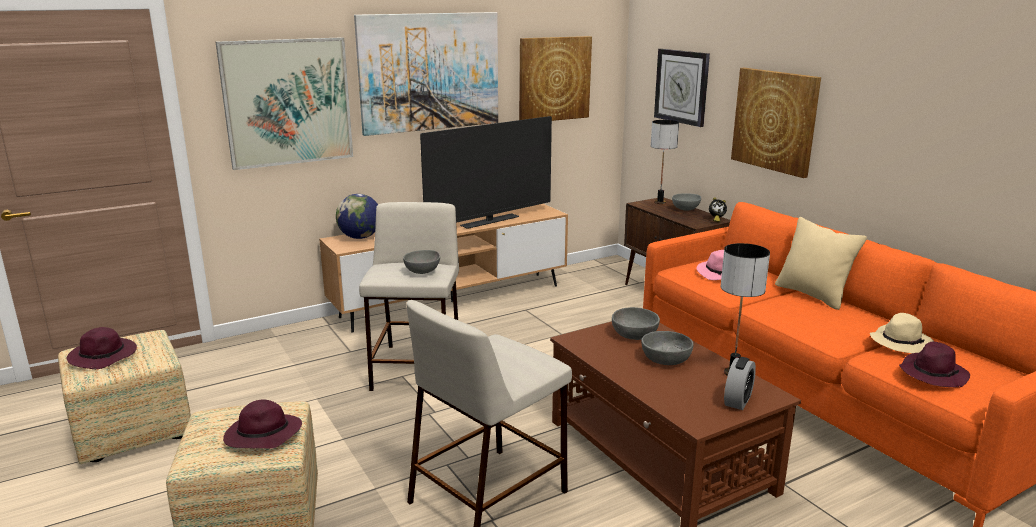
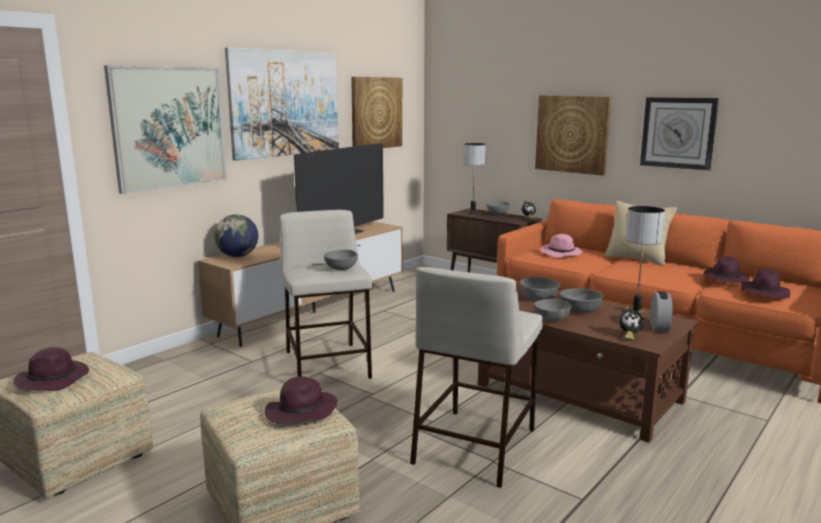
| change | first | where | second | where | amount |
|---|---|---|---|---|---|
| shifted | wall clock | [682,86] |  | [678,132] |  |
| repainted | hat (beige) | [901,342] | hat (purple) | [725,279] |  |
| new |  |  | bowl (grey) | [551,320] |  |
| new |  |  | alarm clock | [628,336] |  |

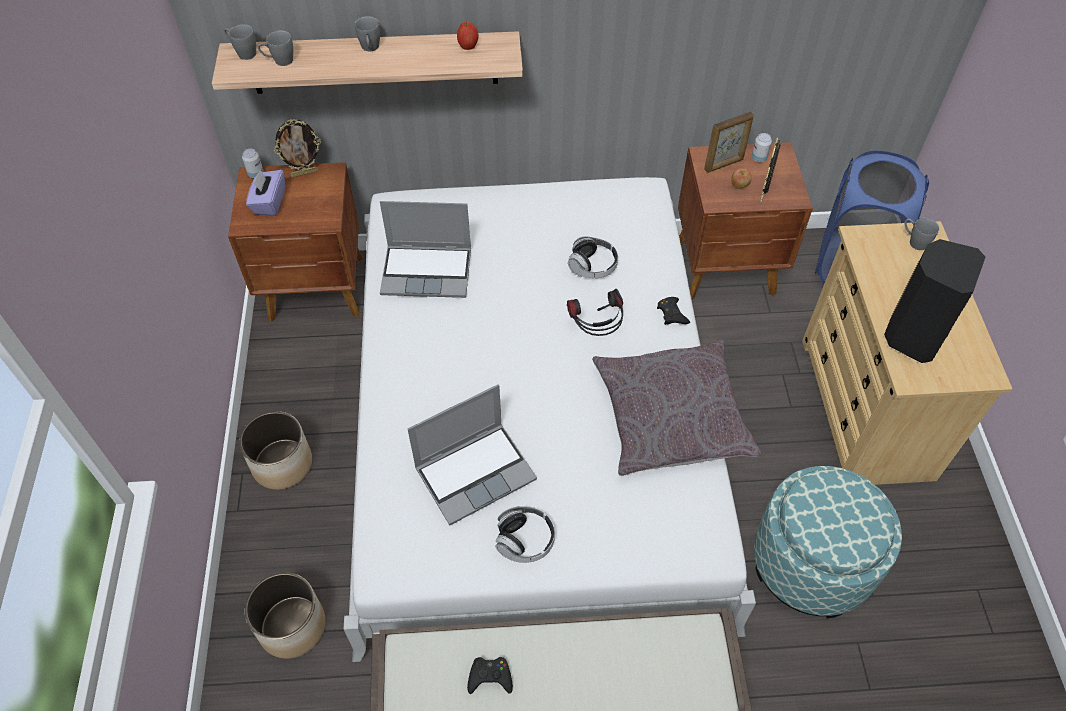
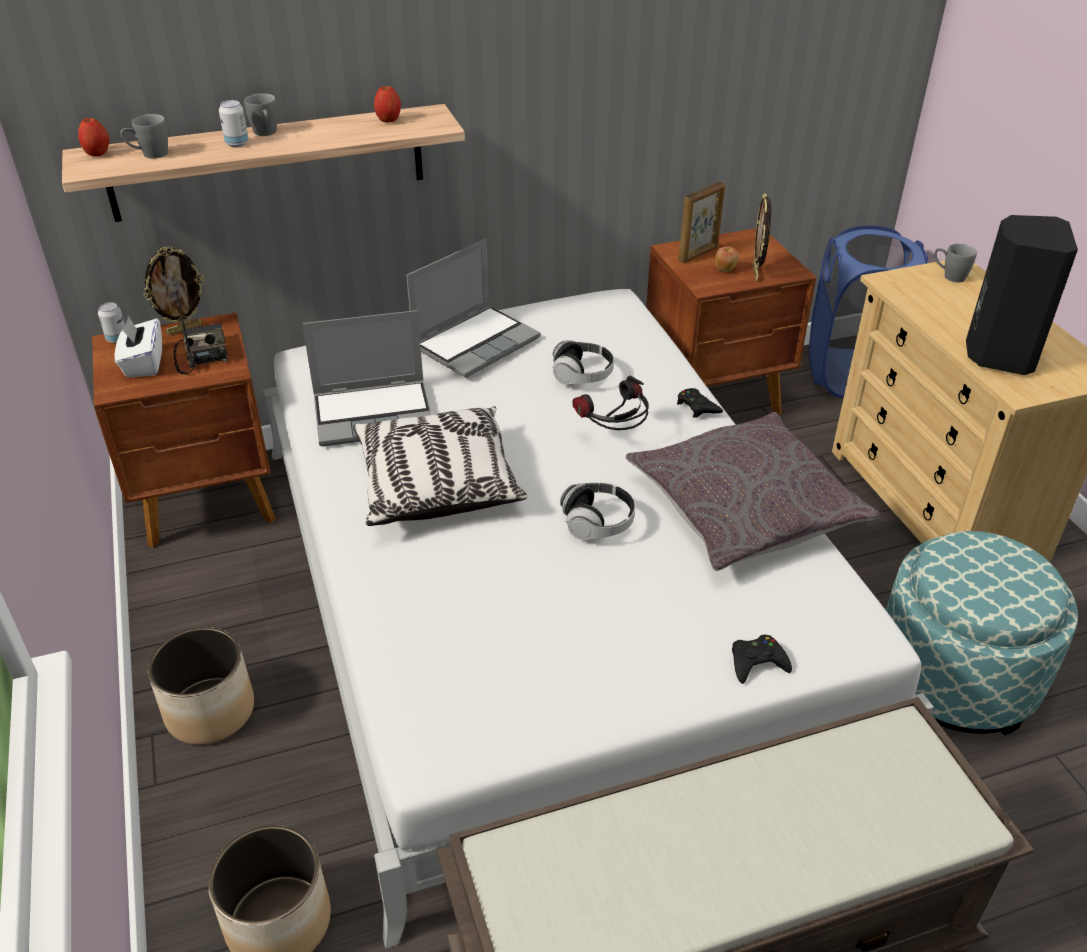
| change | first | where | second | where | amount |
|---|---|---|---|---|---|
| swapped | mug (grey) | [243,52] | apple | [97,153] |  |
| shifted | can | [759,158] |  | [237,143] |  |
| repainted | tissue box (purple) | [269,202] | tissue box (white) | [143,363] |  |
| shifted | laptop | [476,472] |  | [476,342] |  |
| shifted | headphones | [525,540] |  | [597,523] |  |
| shifted | game controller (black) | [490,677] |  | [757,663] |  |
| new |  |  | radio | [202,355] |  |
| new |  |  | pillow | [437,484] |  |

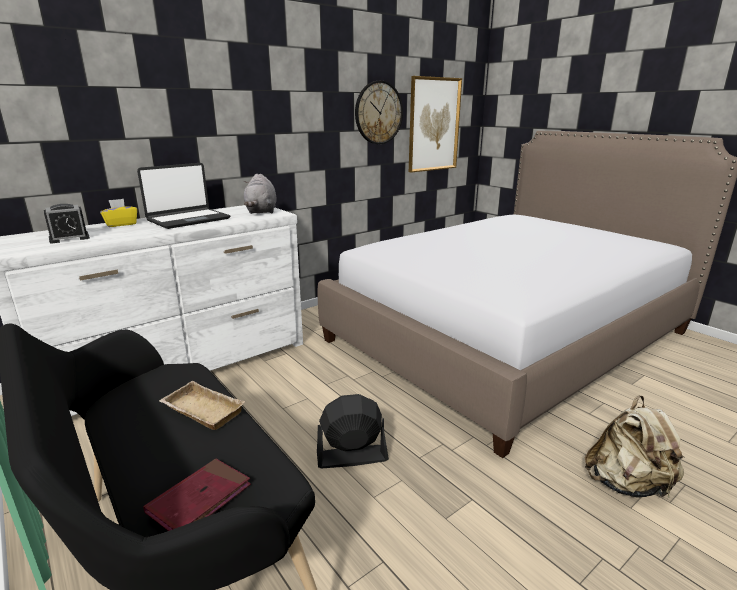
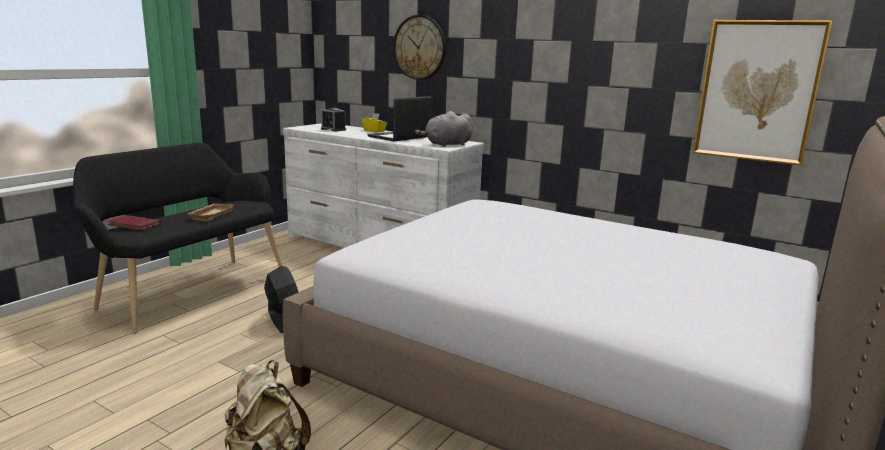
| change | first | where | second | where | amount |
|---|---|---|---|---|---|
| shifted | wall clock | [378,113] |  | [419,47] |  |
| rotated | laptop | [188,219] |  | [400,137] | 105 degrees clockwise |

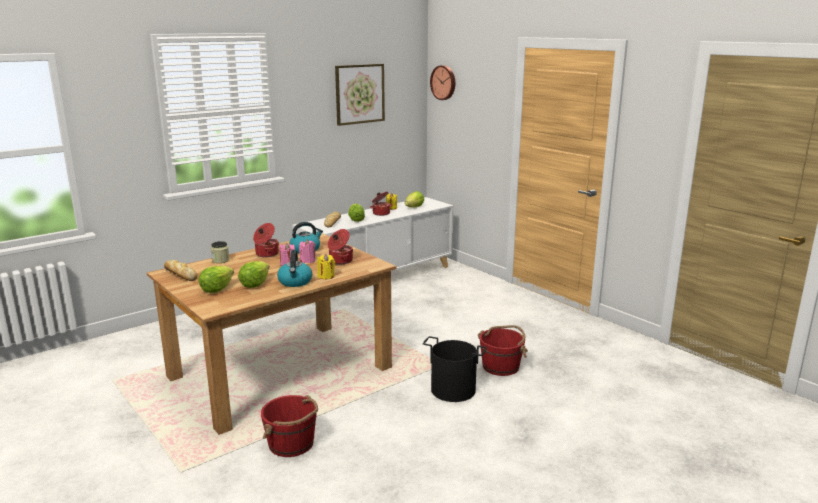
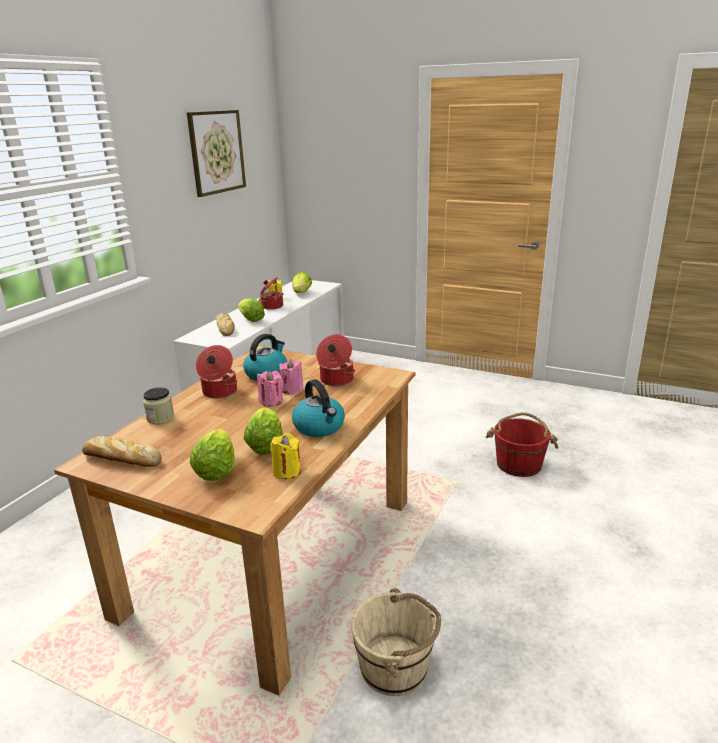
| change | first | where | second | where | amount |
|---|---|---|---|---|---|
| gone | wall clock | [444,82] |  |  |  |
| shifted | candle (yellow) | [326,276] |  | [286,471] |  |
| gone | bucket (black) | [453,390] |  |  |  |
| repainted | bucket (red) | [292,444] | bucket (beige) | [395,667] |  |

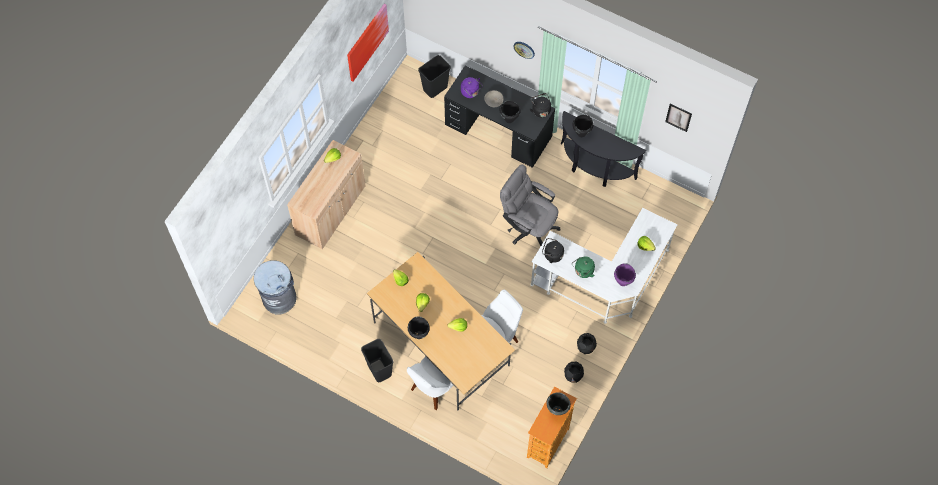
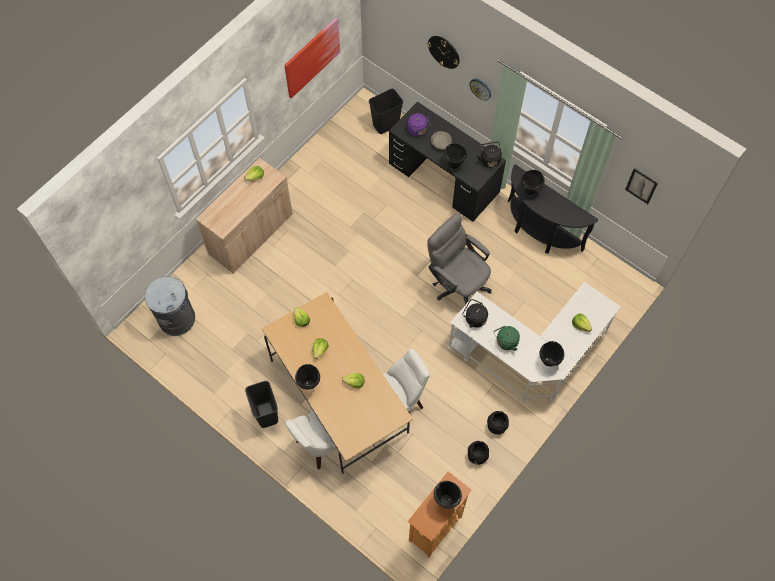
| change | first | where | second | where | amount |
|---|---|---|---|---|---|
| repainted | cooking pot (purple) | [622,282] | cooking pot (black) | [548,362] |  |
| new |  |  | wall clock | [444,51] |  |

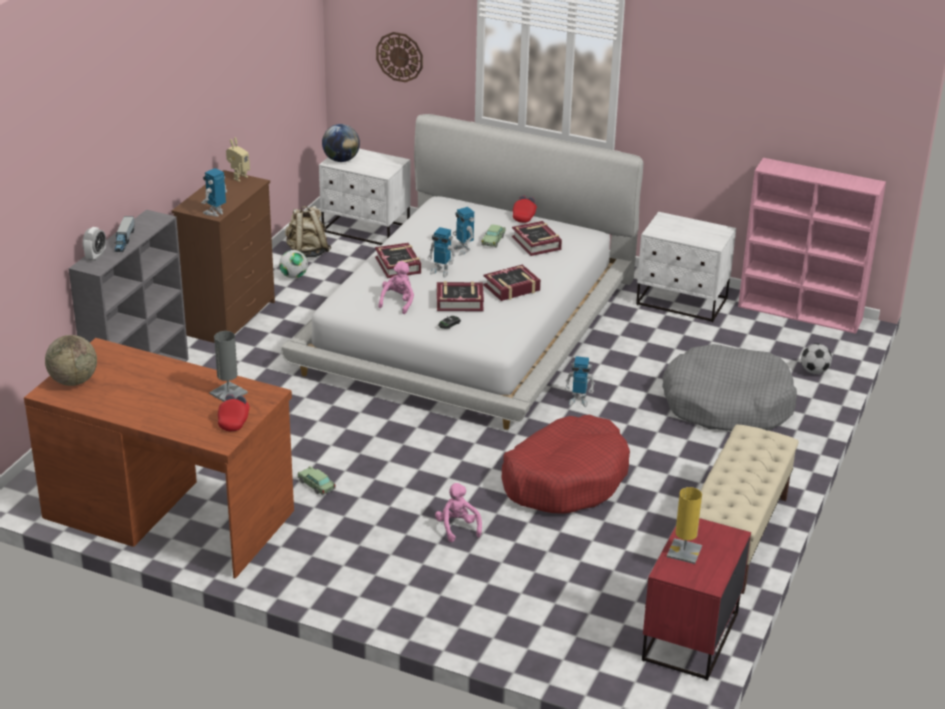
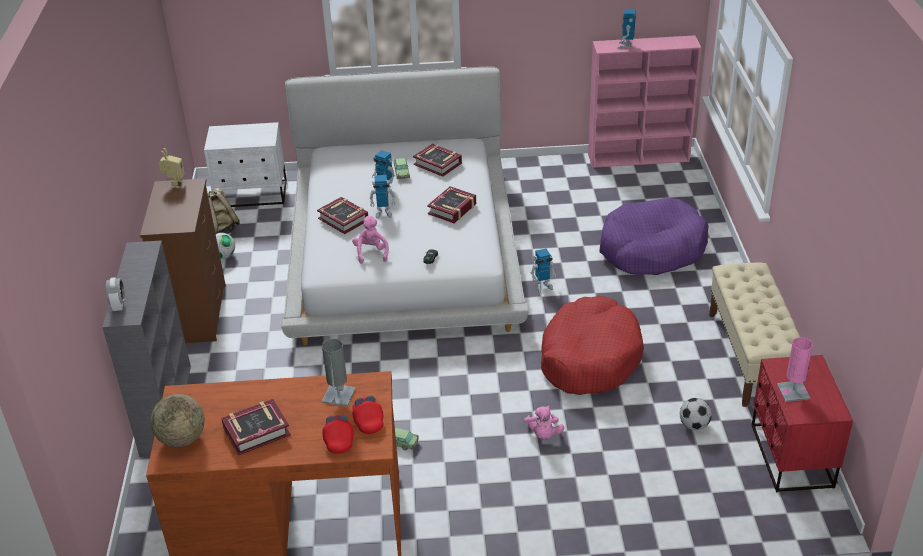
| change | first | where | second | where | amount |
|---|---|---|---|---|---|
| gone | wall clock | [399,56] |  |  |  |
| gone | globe | [341,160] |  |  |  |
| shifted | toy robot | [215,213] |  | [625,46] |  |
| shifted | cap (red) | [524,216] |  | [339,440] |  |
| gone | nightstand (white) | [682,302] |  |  |  |
| gone | toy truck | [124,240] |  |  |  |
| shifted | book | [459,301] |  | [256,431] |  |
| shifted | football | [814,371] |  | [694,425] |  |
| repainted | dog bed (grey) | [727,404] | dog bed (purple) | [651,249] |  |
| rotated | plush toy (pink) | [457,527] |  | [543,434] | 135 degrees counterclockwise |
| repainted | table lamp (yellow) | [684,552] | table lamp (pink) | [793,391] |  |

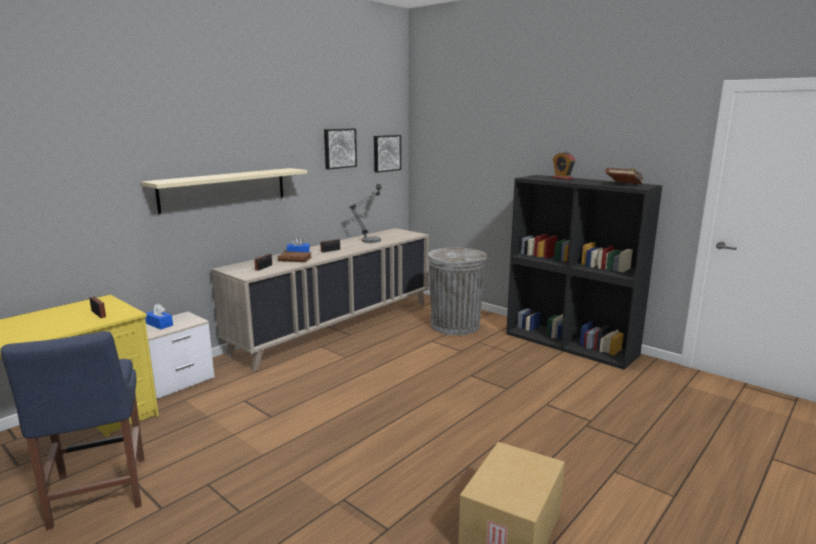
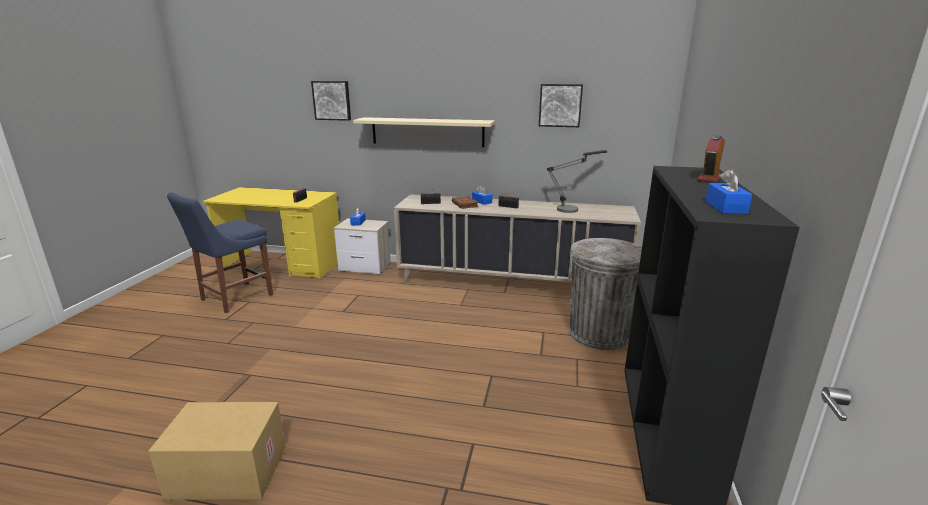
| change | first | where | second | where | amount |
|---|---|---|---|---|---|
| shifted | picture | [386,153] |  | [332,100] |  |
| swapped | book (brown) | [624,185] | tissue box (blue) | [725,207] |  |

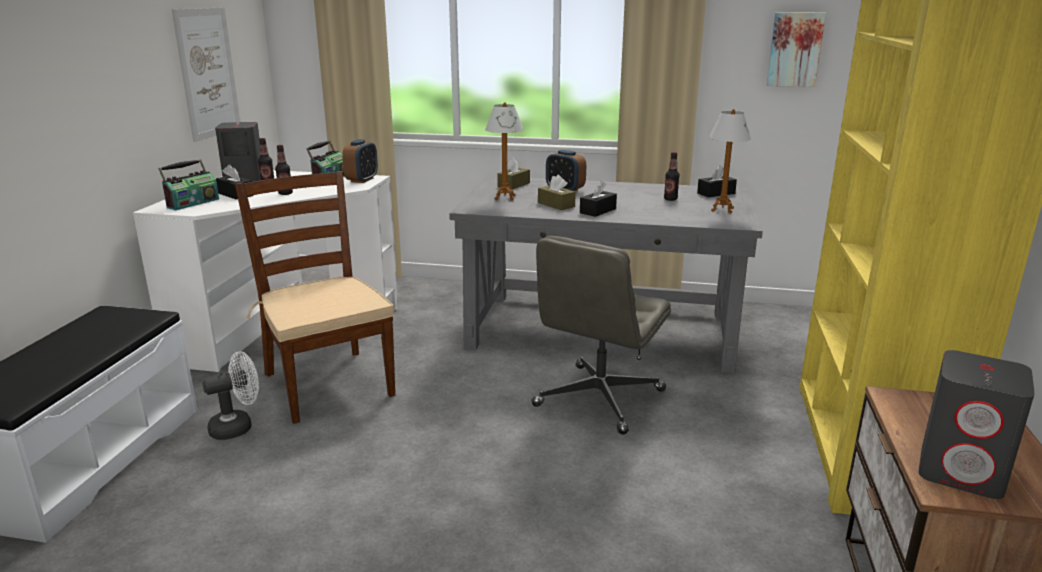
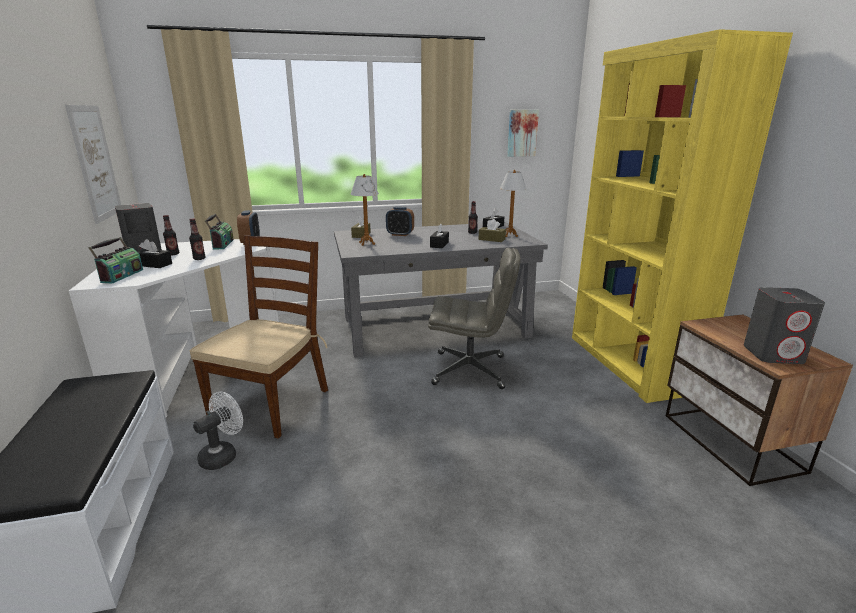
| change | first | where | second | where | amount |
|---|---|---|---|---|---|
| rotated | chair (brown) | [328,384] |  | [272,404] | 75 degrees clockwise |
| shifted | tissue box (brown) | [556,205] |  | [491,239] |  |
| rotated | office chair (grey) | [599,399] |  | [470,370] | 90 degrees counterclockwise |

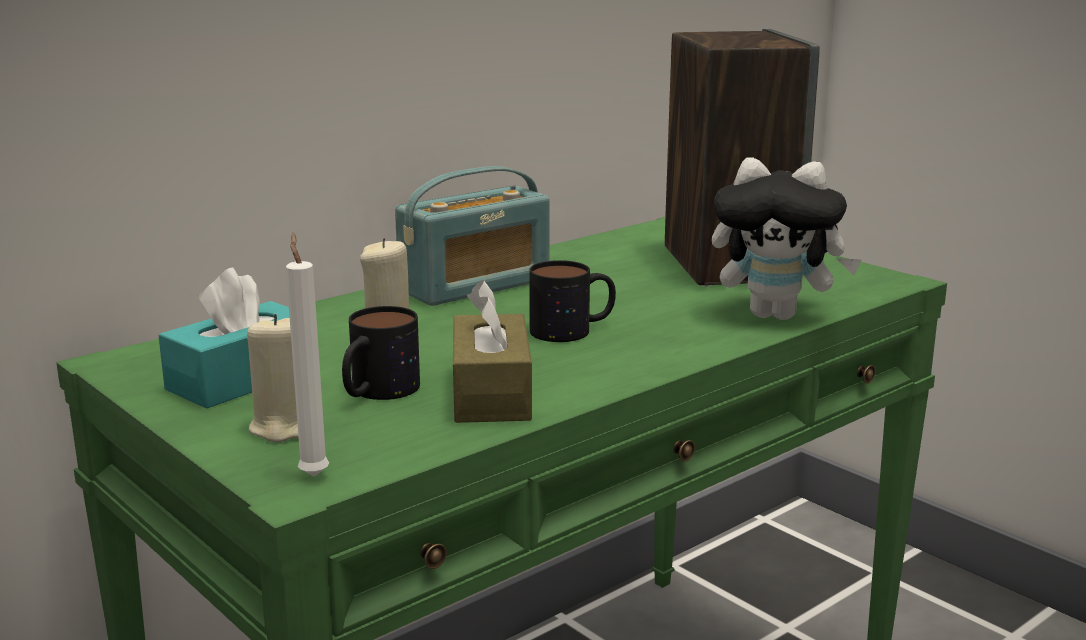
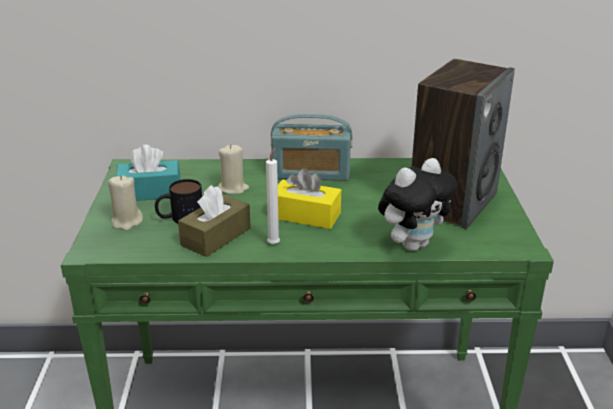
| change | first | where | second | where | amount |
|---|---|---|---|---|---|
| rotated | plush toy | [777,315] |  | [413,244] | 90 degrees counterclockwise |
| shifted | candle (white) | [313,474] |  | [274,243] |  |
| swapped | mug | [573,330] | tissue box (yellow) | [305,215] |  |

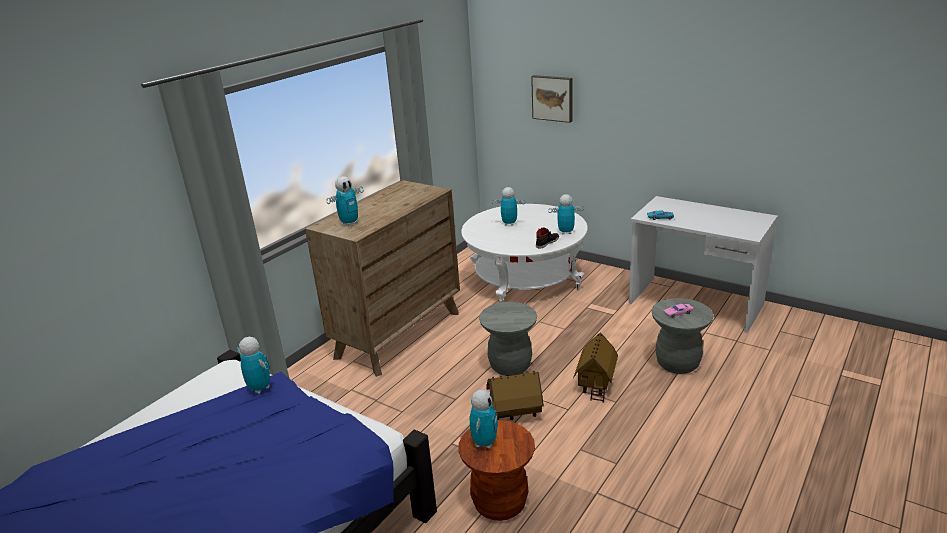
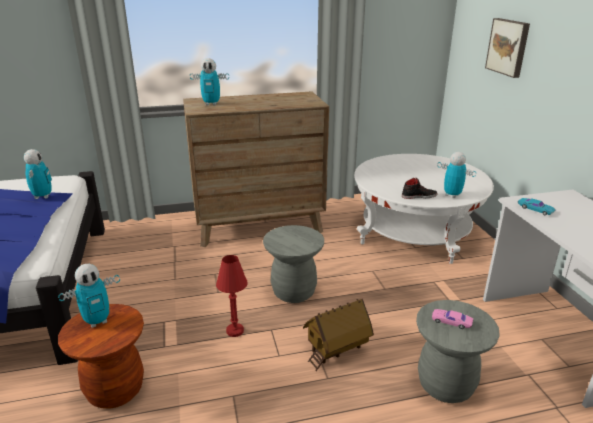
| change | first | where | second | where | amount |
|---|---|---|---|---|---|
| gone | toy robot | [509,224] |  |  |  |
| swapped | toy house | [514,414] | table lamp (red) | [235,331] |  |

